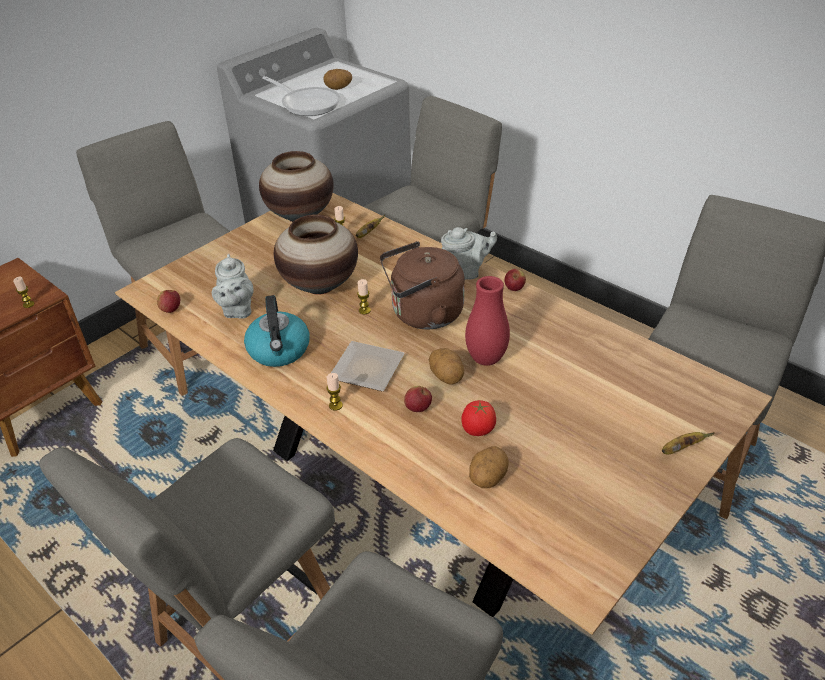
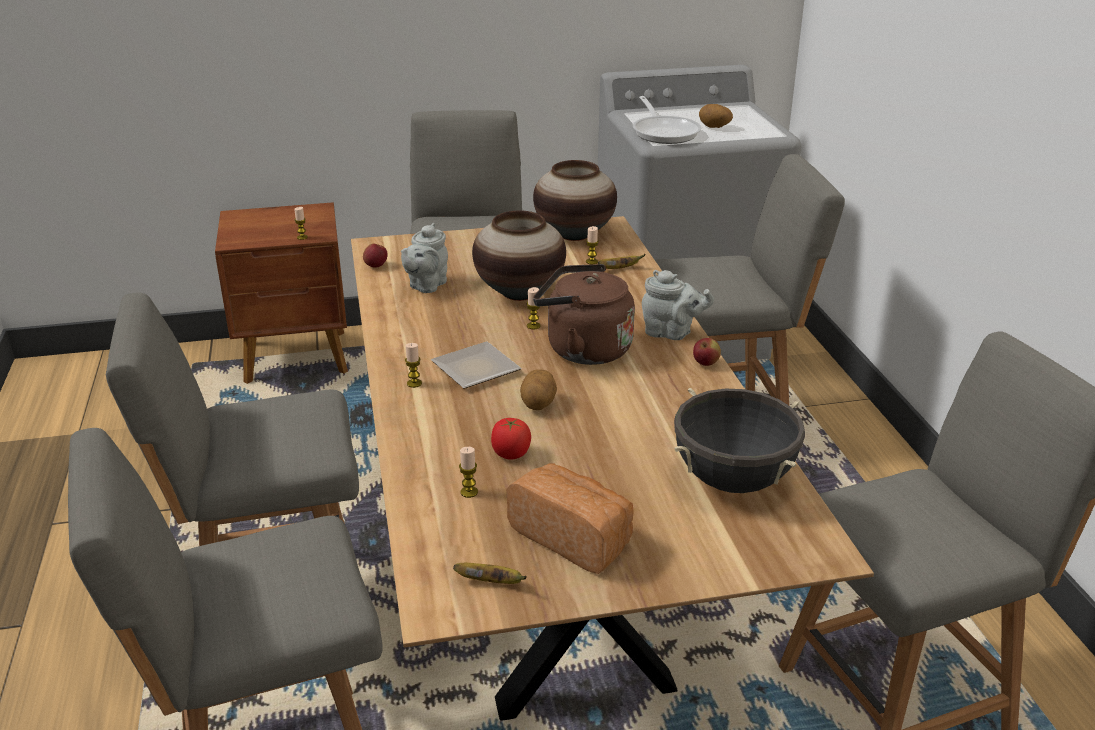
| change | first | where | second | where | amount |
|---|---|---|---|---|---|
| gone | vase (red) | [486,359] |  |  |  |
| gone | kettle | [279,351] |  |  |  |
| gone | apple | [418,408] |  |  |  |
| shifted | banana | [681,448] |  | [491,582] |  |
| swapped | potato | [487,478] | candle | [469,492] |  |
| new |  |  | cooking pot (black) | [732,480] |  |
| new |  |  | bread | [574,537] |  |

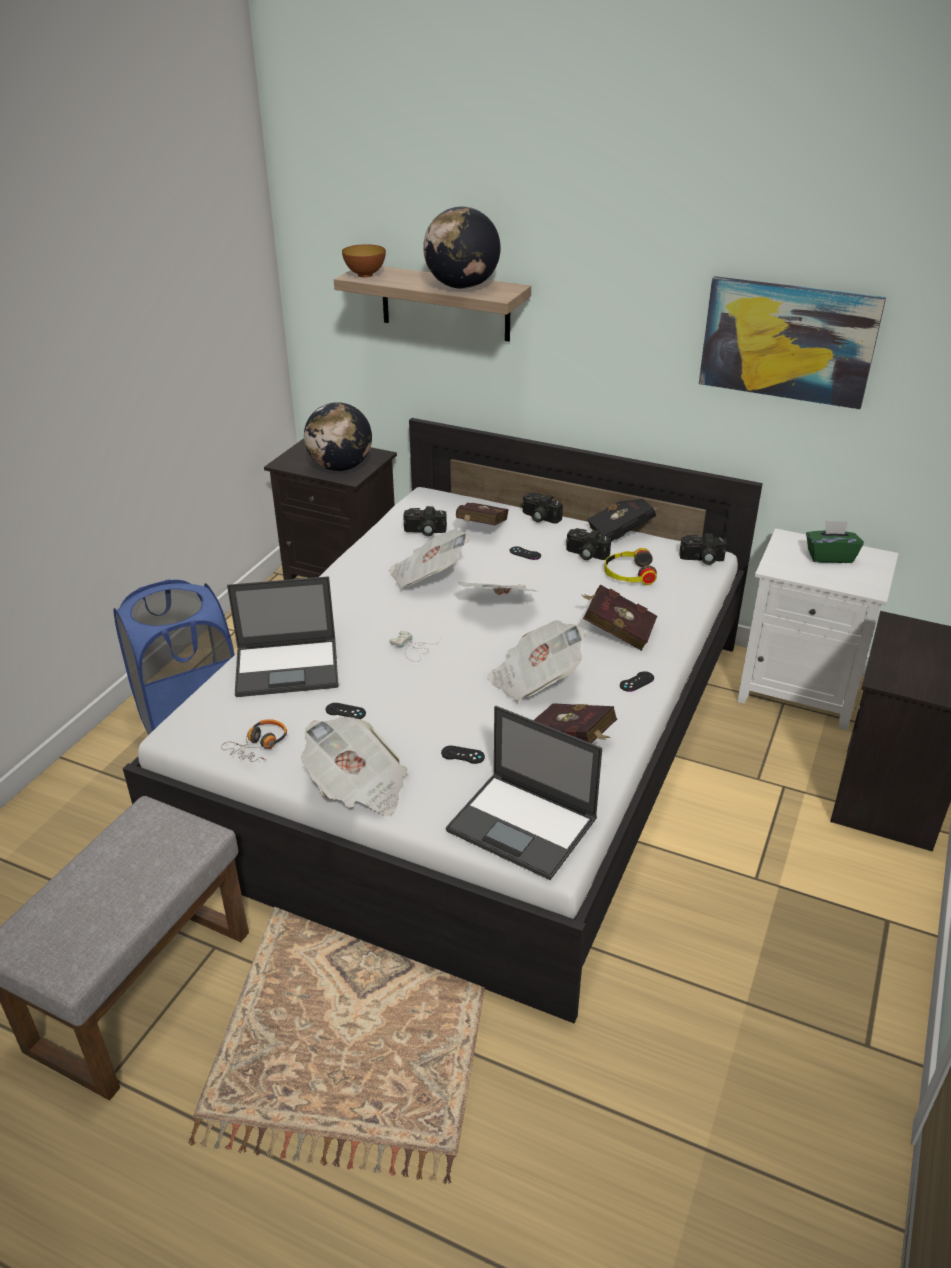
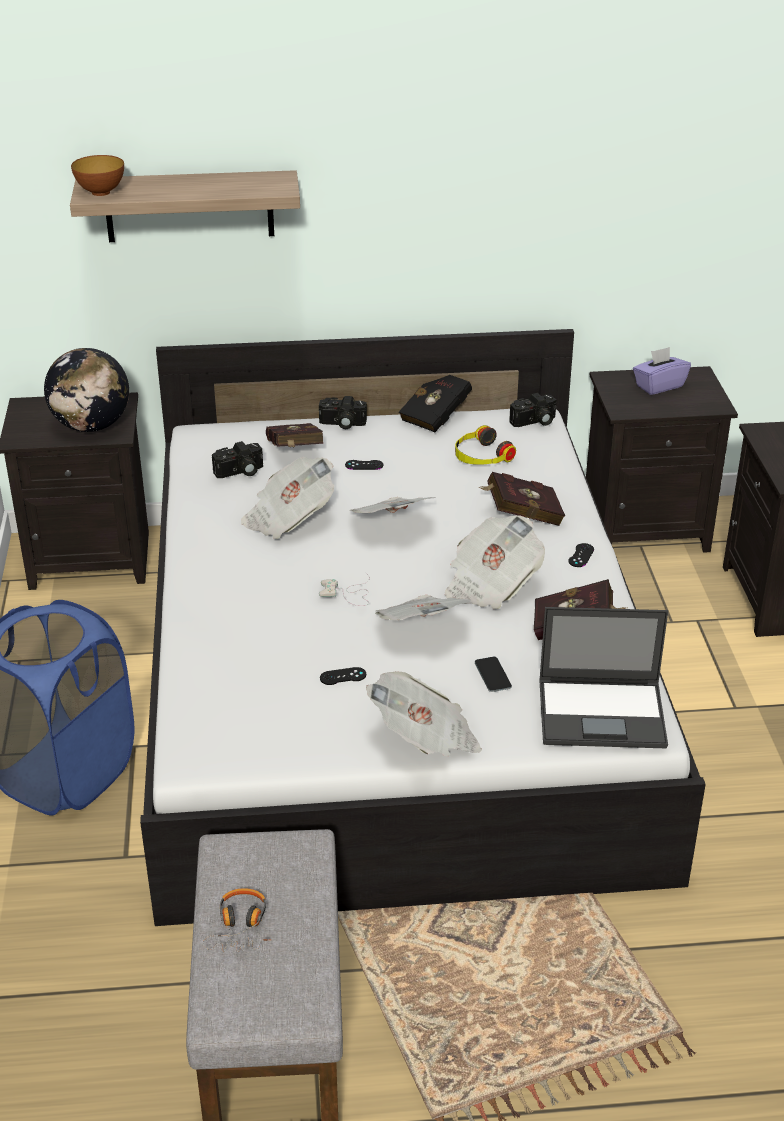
| change | first | where | second | where | amount |
|---|---|---|---|---|---|
| gone | globe | [462,287] |  |  |  |
| gone | picture | [788,341] |  |  |  |
| repainted | tissue box (green) | [830,556] | tissue box (purple) | [659,386] |  |
| gone | photo camera | [585,555] |  |  |  |
| repainted | nightstand (white) | [801,691] | nightstand (black) | [646,529] |  |
| gone | laptop | [288,667] |  |  |  |
| shifted | headphones | [259,746] |  | [240,927] |  |
| swapped | game controller (black) | [462,755] | phone | [492,675] |  |
| new |  |  | newspaper | [421,628] |  |

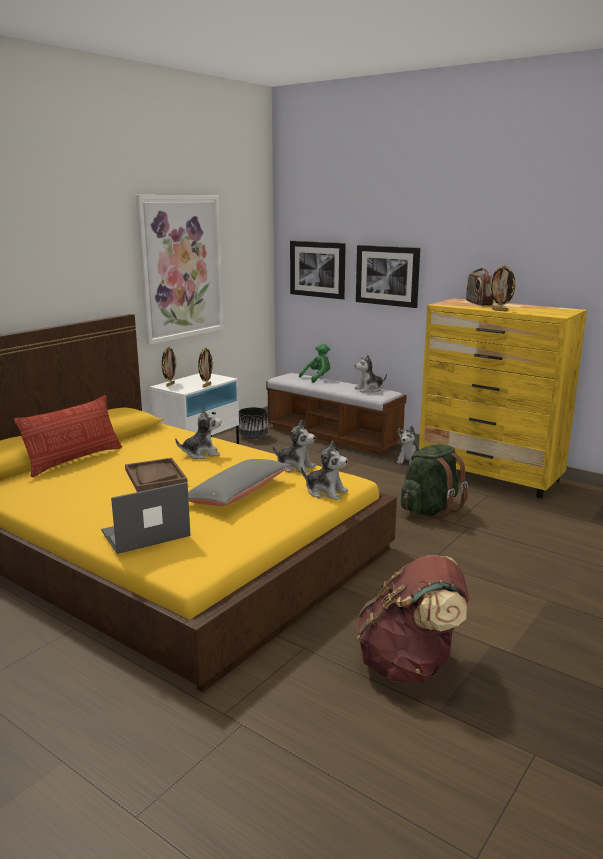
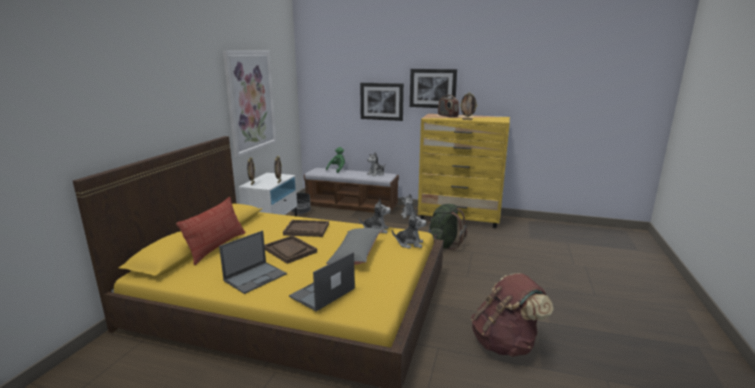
| change | first | where | second | where | amount |
|---|---|---|---|---|---|
| shifted | picture | [317,269] |  | [433,88] |  |
| swapped | plush toy | [201,454] | tray (brown) | [306,229] |  |
| new |  |  | laptop | [256,277] |  |

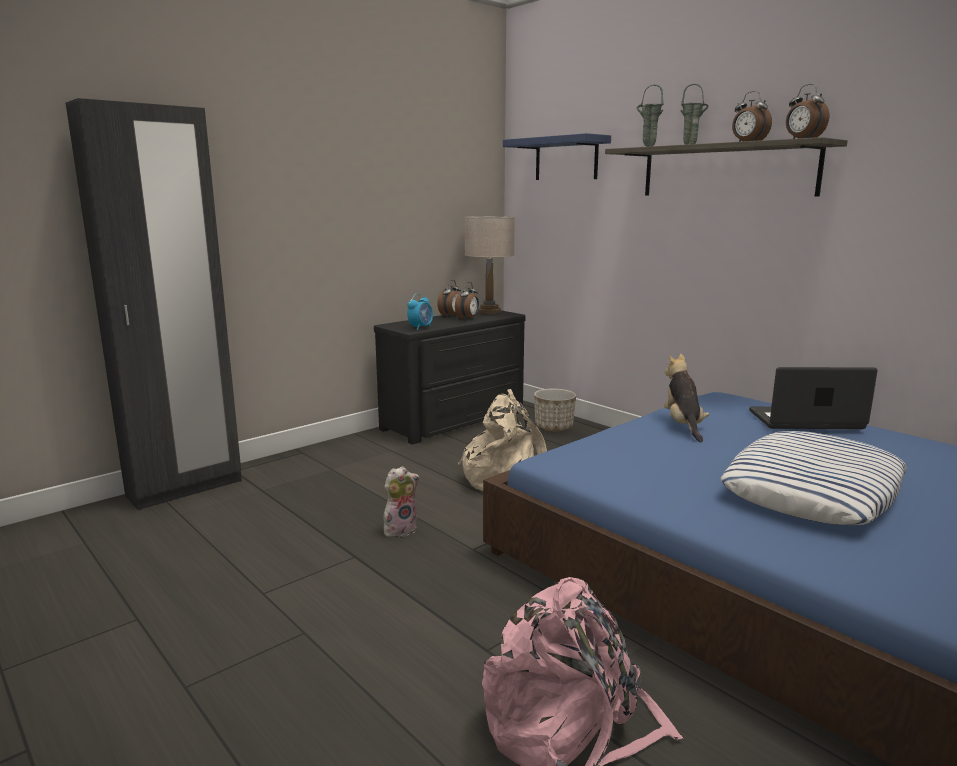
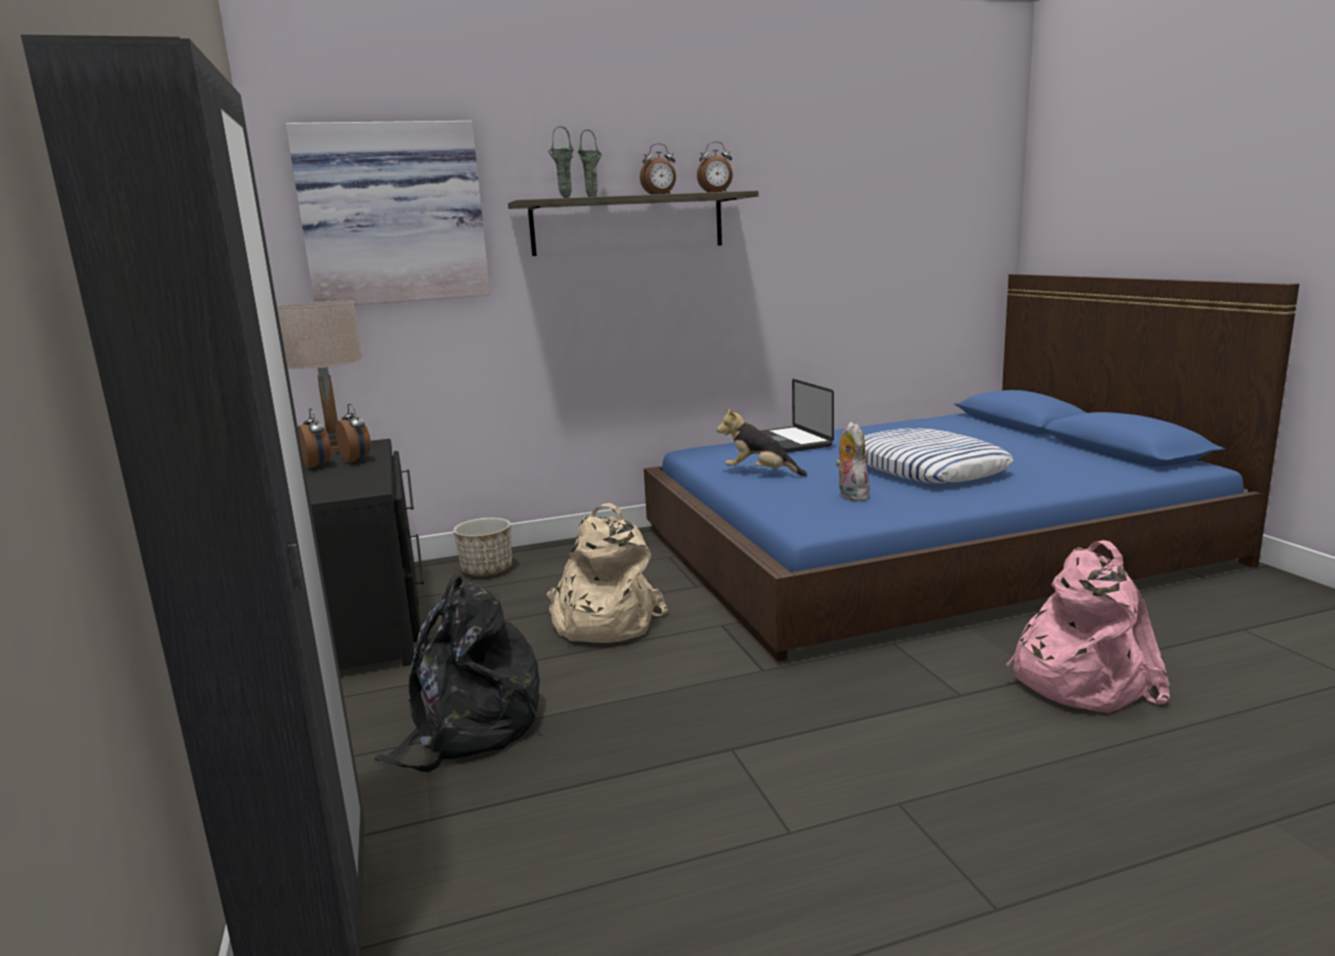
| change | first | where | second | where | amount |
|---|---|---|---|---|---|
| swapped | shelf (blue) | [566,159] | picture | [393,214] |  |
| gone | alarm clock | [420,328] |  |  |  |
| rotated | laptop | [805,420] |  | [790,441] | 45 degrees counterclockwise |
| shifted | plush toy | [400,529] |  | [850,495] |  |
| new |  |  | backpack (black) | [469,727] |  |

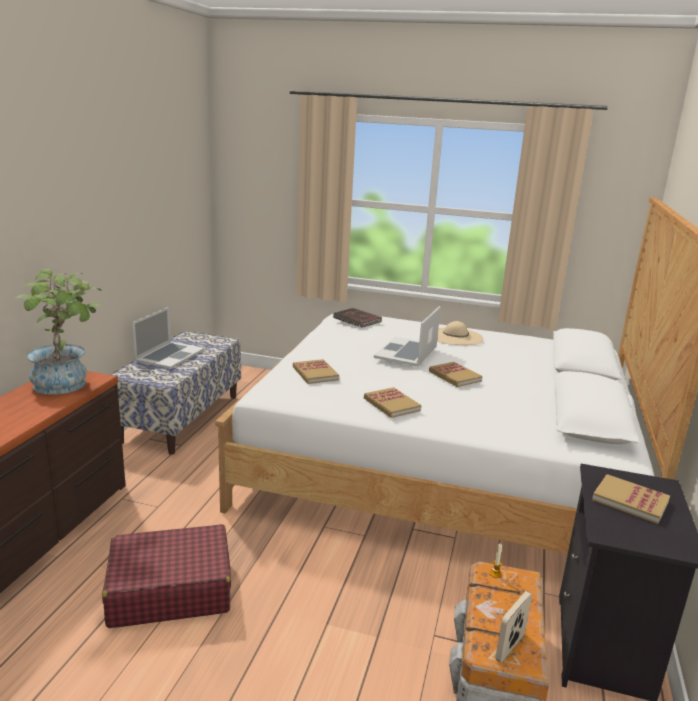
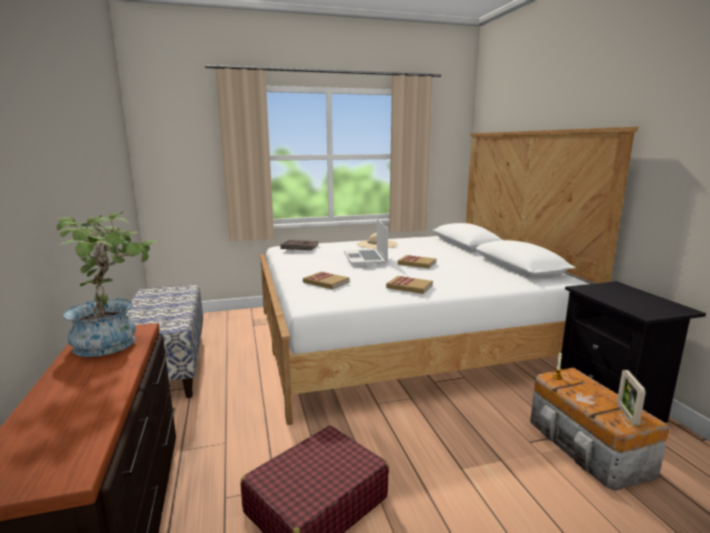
| change | first | where | second | where | amount |
|---|---|---|---|---|---|
| gone | laptop | [169,355] |  |  |  |
| gone | book | [630,501] |  |  |  |

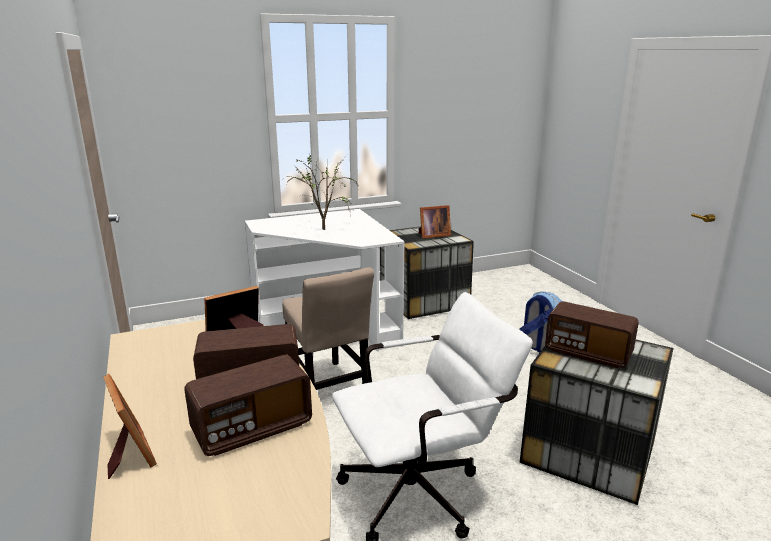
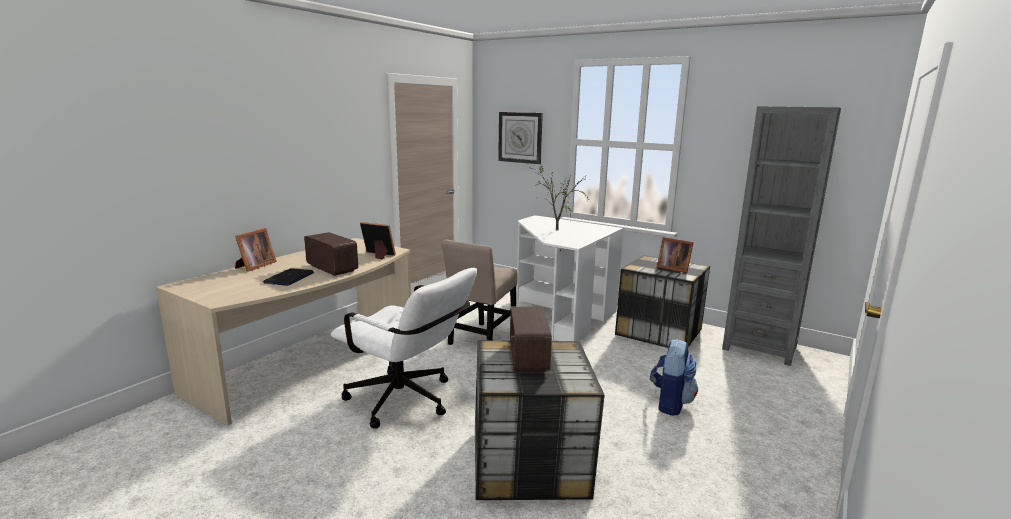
| change | first | where | second | where | amount |
|---|---|---|---|---|---|
| swapped | radio | [252,429] | laptop | [289,278] |  |
| new |  |  | bookcase (grey) | [759,347] |  |
| new |  |  | wall clock | [520,137] |  |

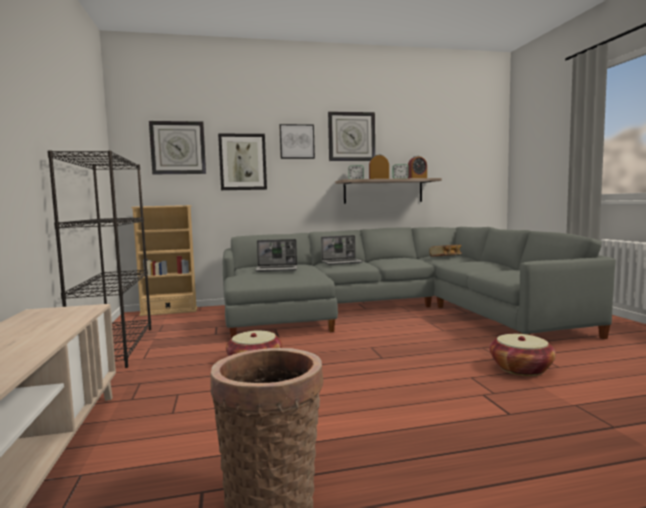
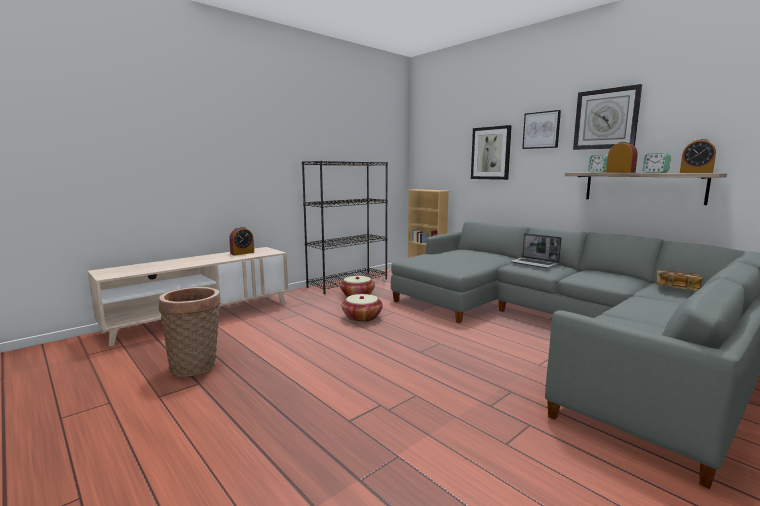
| change | first | where | second | where | amount |
|---|---|---|---|---|---|
| gone | wall clock | [178,148] |  |  |  |
| gone | laptop | [277,269] |  |  |  |
| shifted | basket | [521,369] |  | [357,295] |  |
| new |  |  | alarm clock | [242,253] |  |

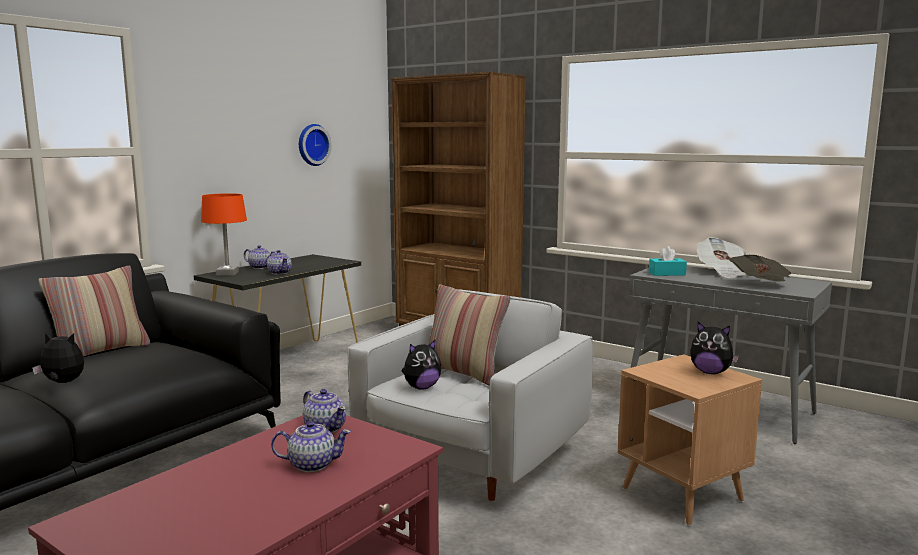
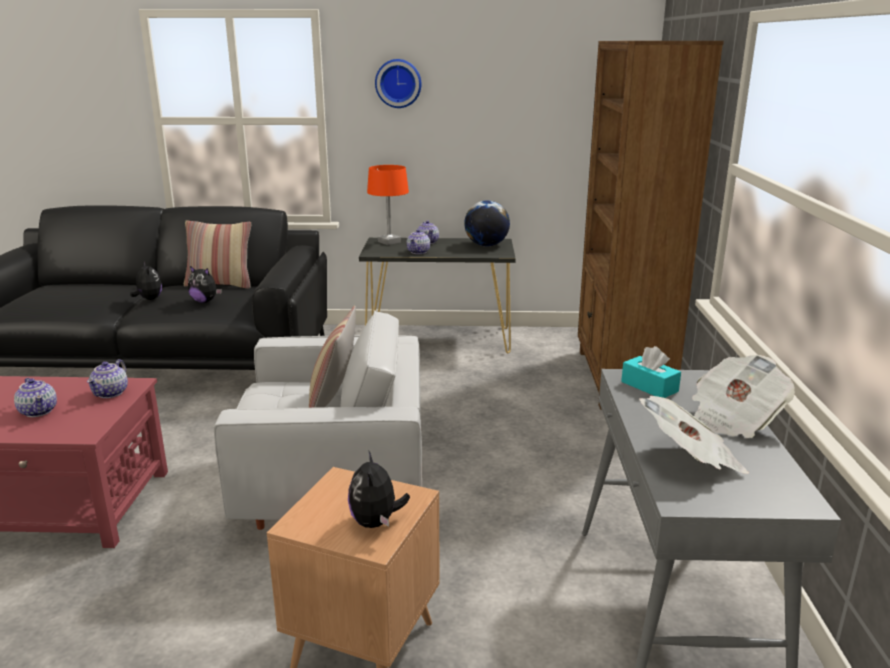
| change | first | where | second | where | amount |
|---|---|---|---|---|---|
| shifted | wall clock | [312,145] |  | [398,83] |  |
| shifted | plush toy | [421,387] |  | [205,301] |  |
| new |  |  | globe | [486,245] |  |

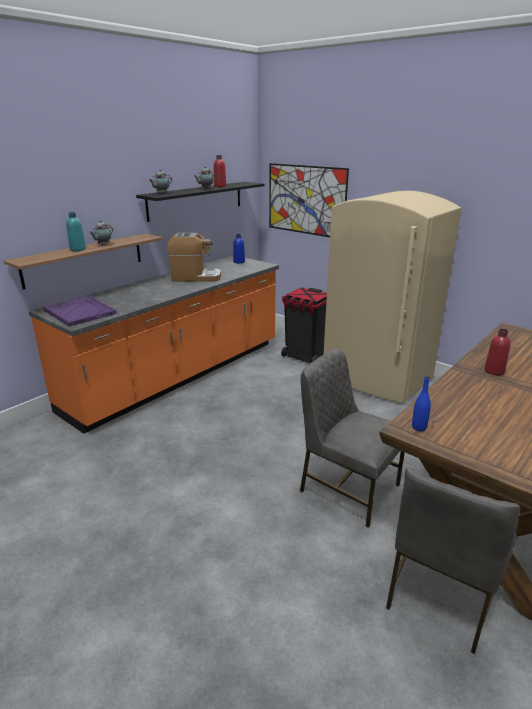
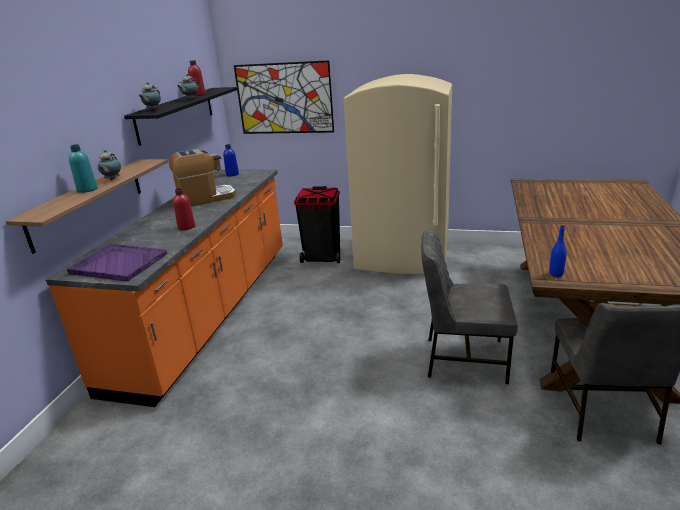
| change | first | where | second | where | amount |
|---|---|---|---|---|---|
| shifted | bottle (red) | [494,371] |  | [186,227] |  |

